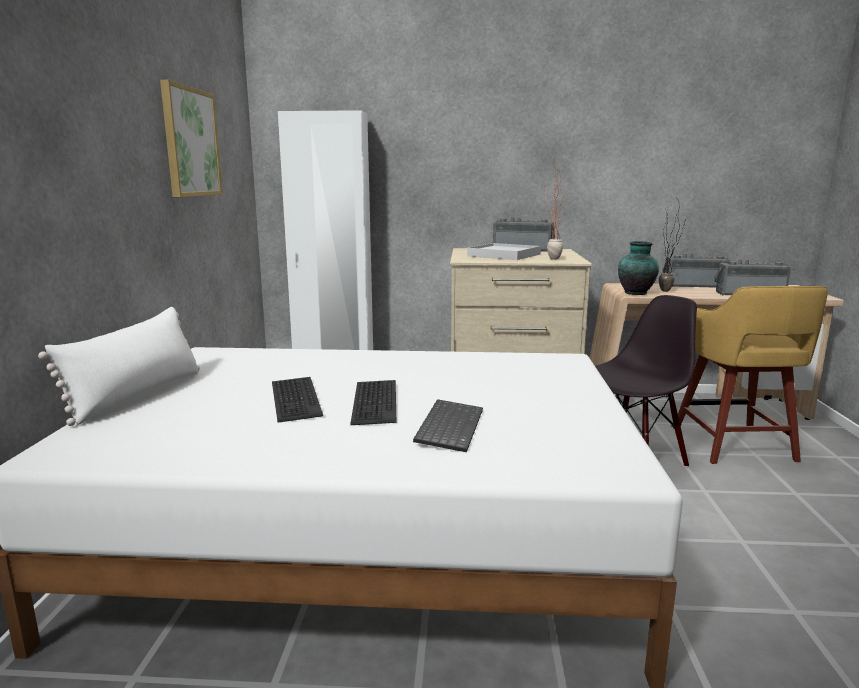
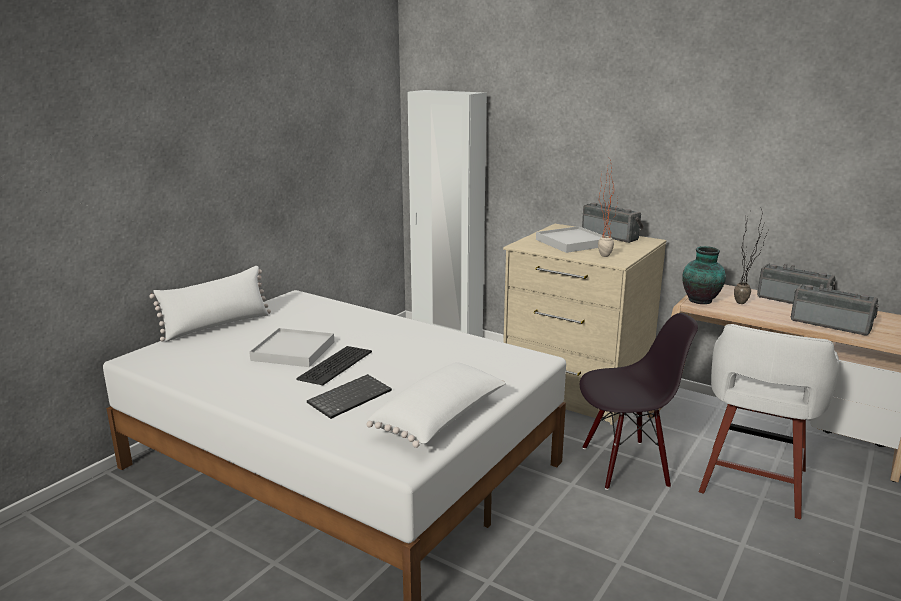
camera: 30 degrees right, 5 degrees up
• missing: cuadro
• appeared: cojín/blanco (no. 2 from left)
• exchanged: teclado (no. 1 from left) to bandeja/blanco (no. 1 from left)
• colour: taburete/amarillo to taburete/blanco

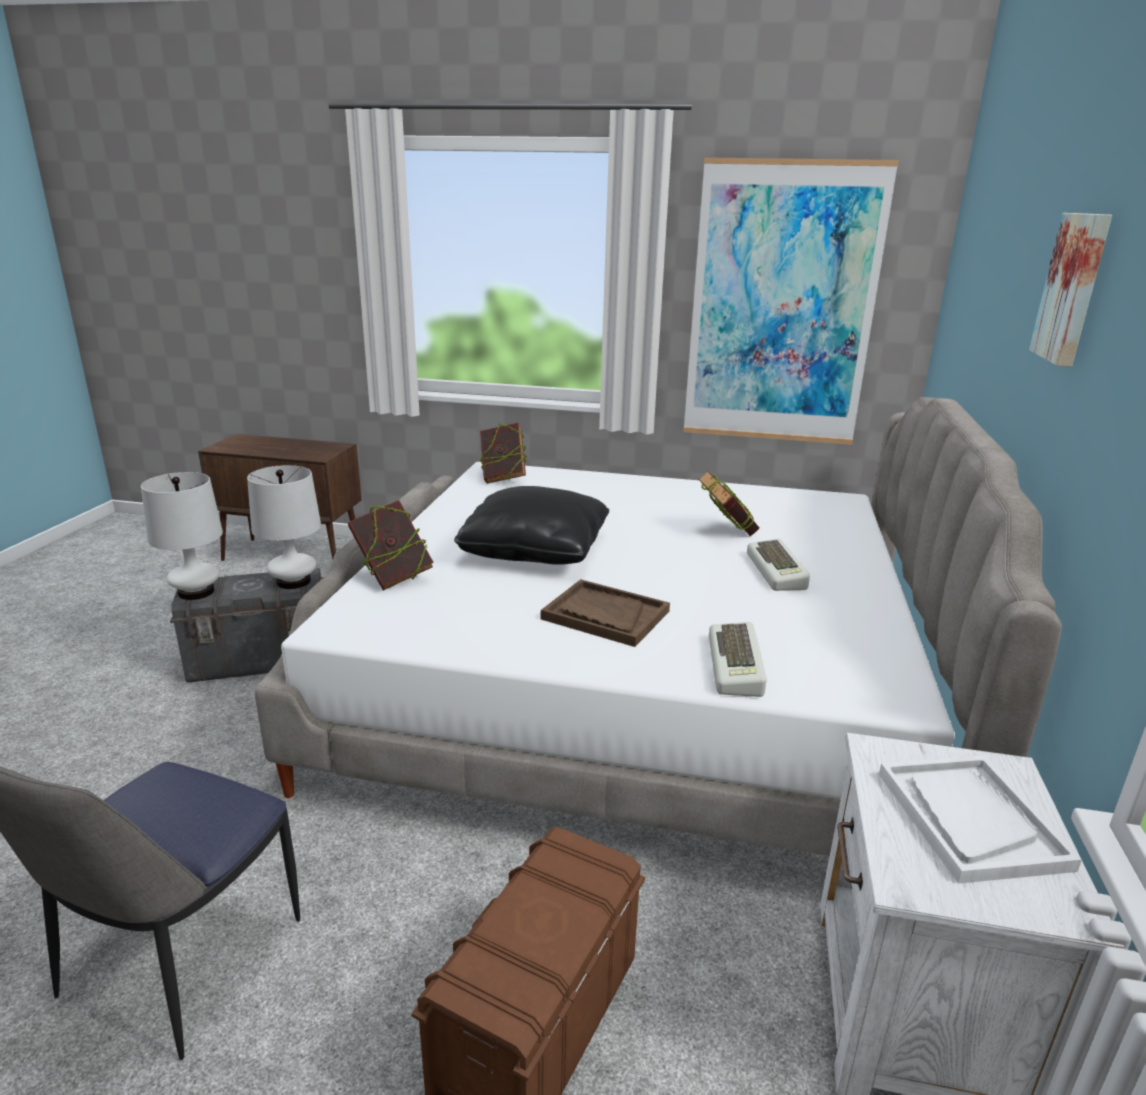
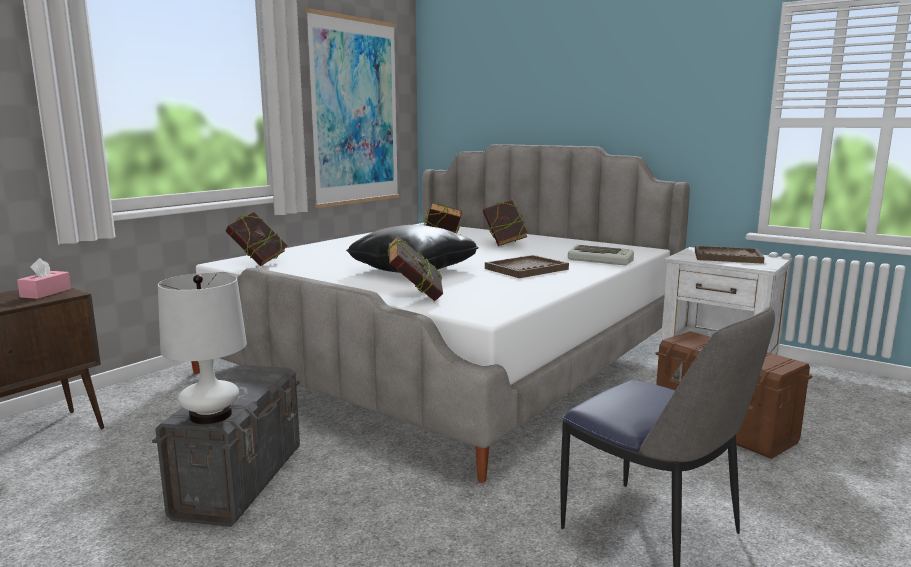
camera: 65 degrees left, 10 degrees down
• missing: lámpara de mesa/blanco (no. 2 from left)
• missing: cuadro (no. 2 from left)
• appeared: caja de pañuelos/rosa
• exchanged: teclado (no. 2 from left) to libro (no. 4 from left)
• colour: bandeja/blanco to bandeja/marrón (no. 2 from left)

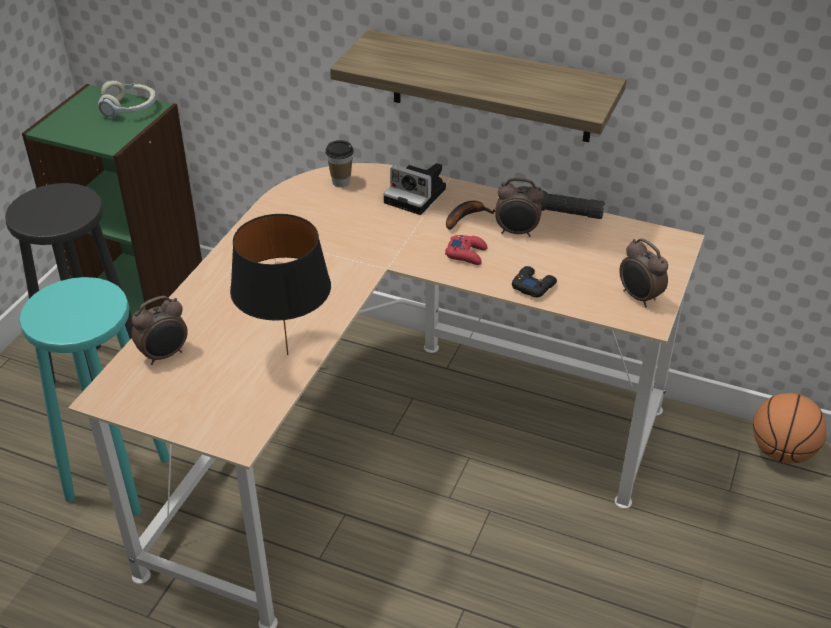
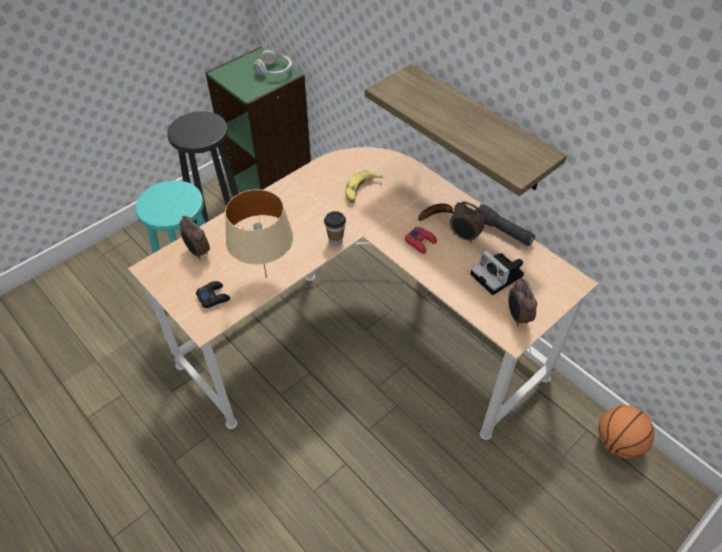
camera: 25 degrees right, 10 degrees up
• appeared: plátano (no. 1 from left)
• relocated: taza
• relocated: cámara
• relocated: mando de consola/negro
• colour: lámpara de mesa/negro to lámpara de mesa/beis
• spun: despertador (no. 1 from left) 60 degrees clockwise

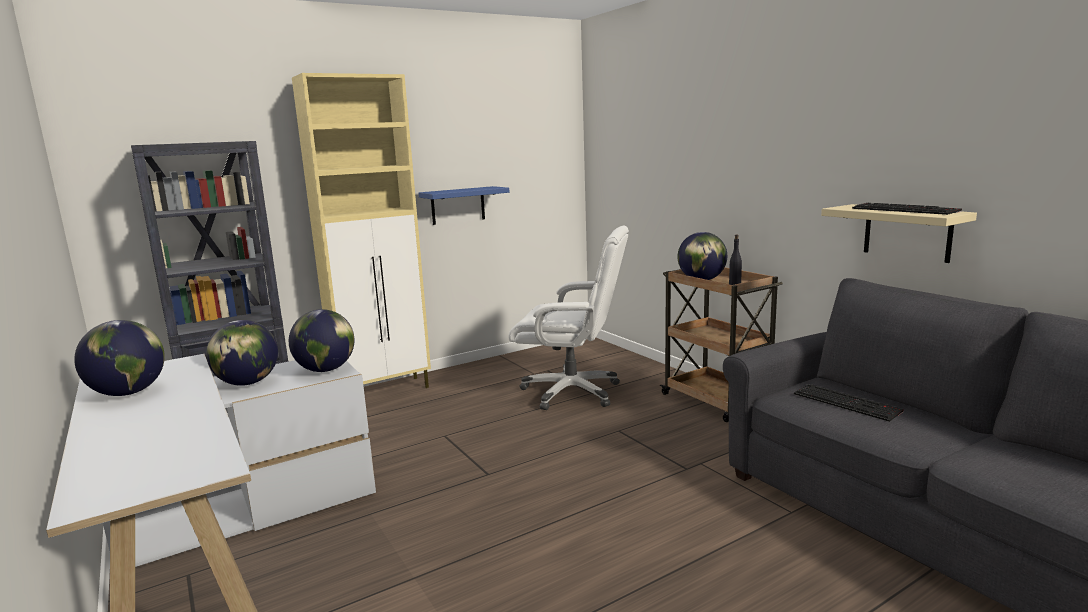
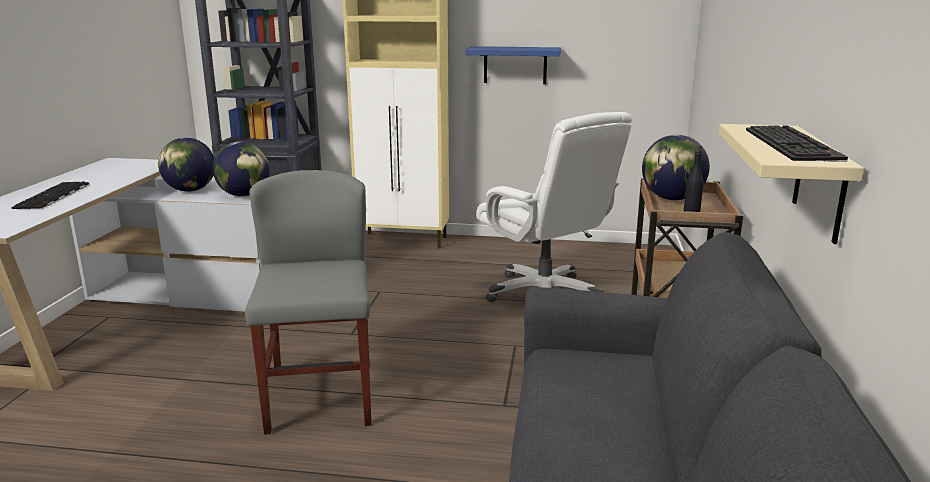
camera: 40 degrees right, 5 degrees up
• missing: globo terráqueo (no. 1 from left)
• appeared: silla/gris
• relocated: teclado (no. 1 from left)

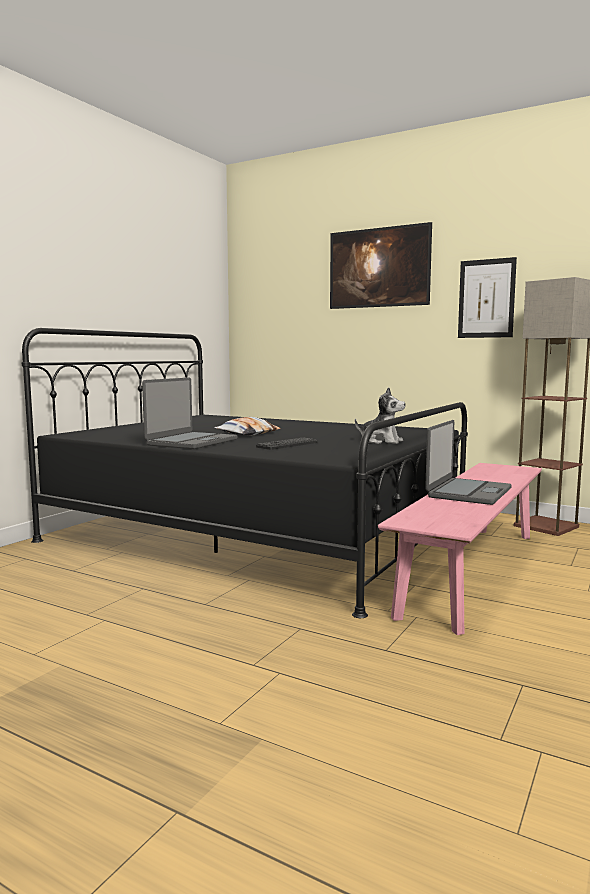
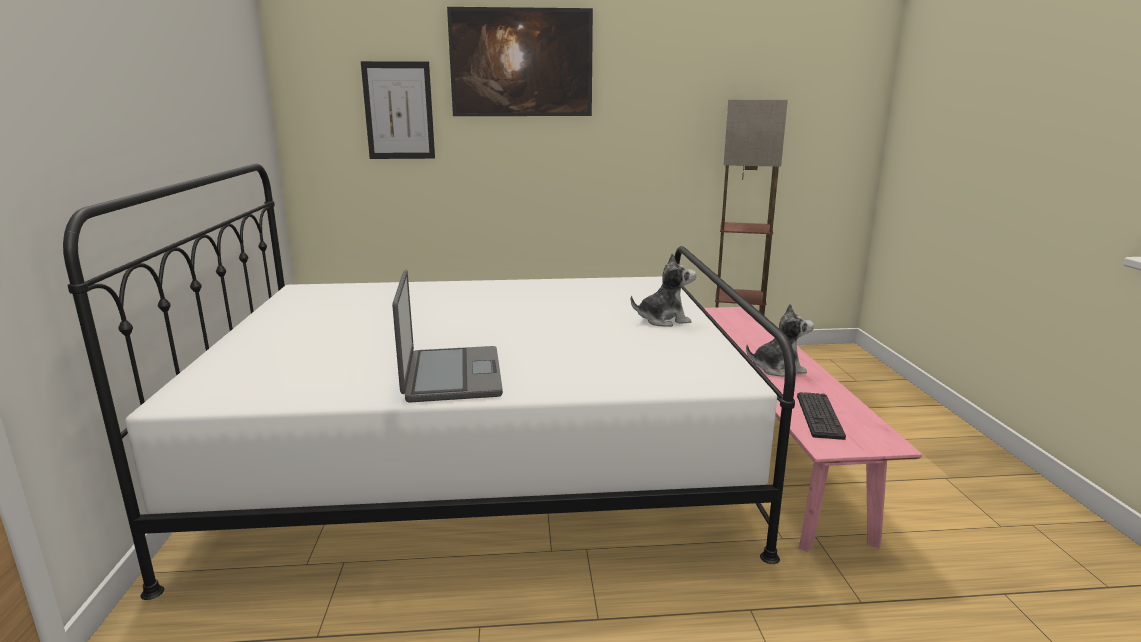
camera: 35 degrees left, 10 degrees up
• missing: cojín
• relocated: teclado
• relocated: cuadro (no. 2 from left in the first image) to cuadro (no. 1 from left)
• exchanged: portátil (no. 2 from left) to peluche (no. 2 from left)
• colour: cama/negro to cama/blanco

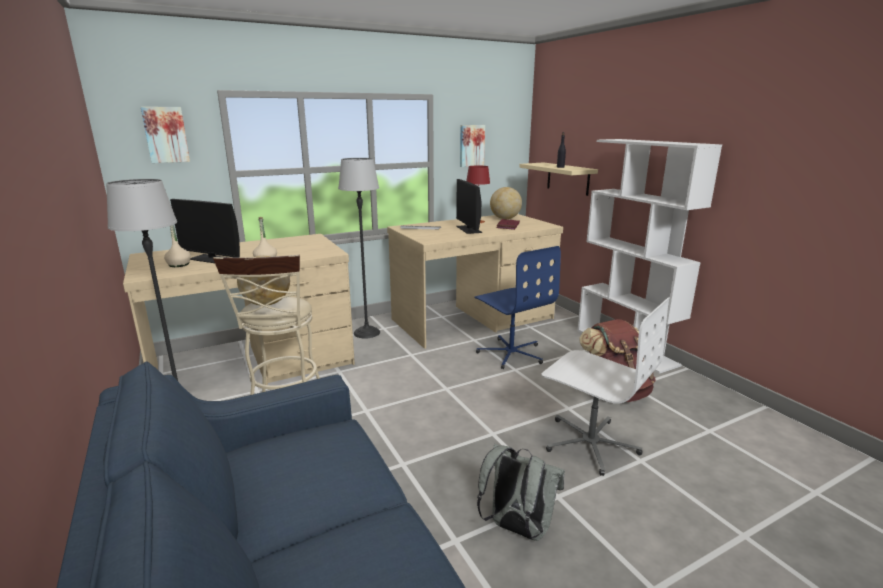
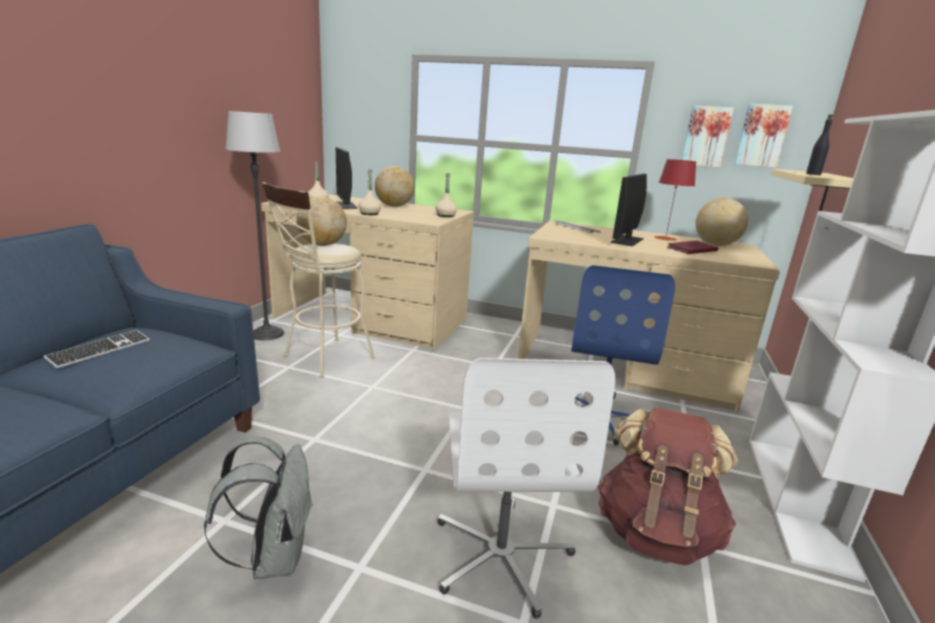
camera: 45 degrees right, 0 degrees up
• missing: lámpara de pie (no. 2 from left)
• appeared: teclado (no. 1 from left)
• appeared: globo terráqueo (no. 2 from left)
• appeared: botella/beis (no. 3 from left)
• relocated: cuadro (no. 1 from left in the first image) to cuadro (no. 2 from left)

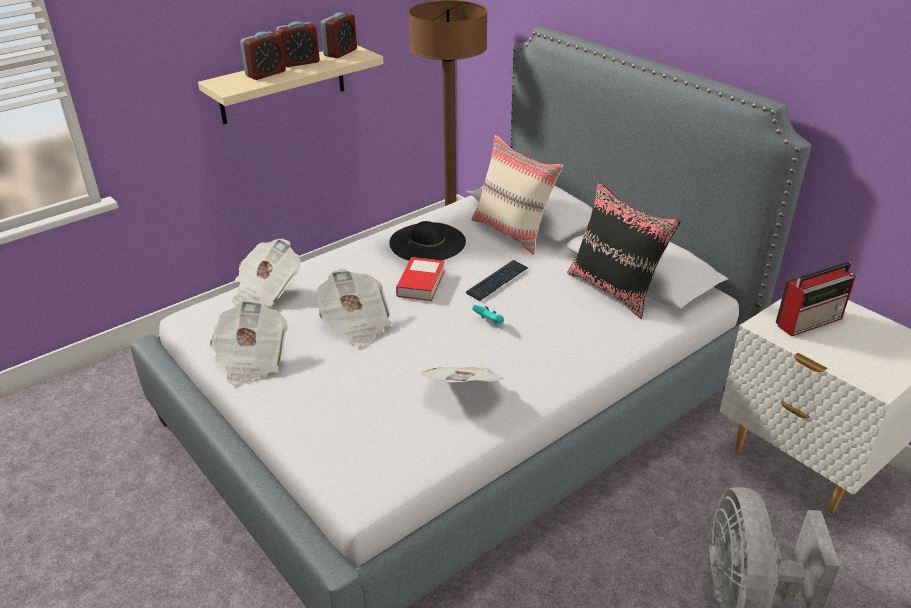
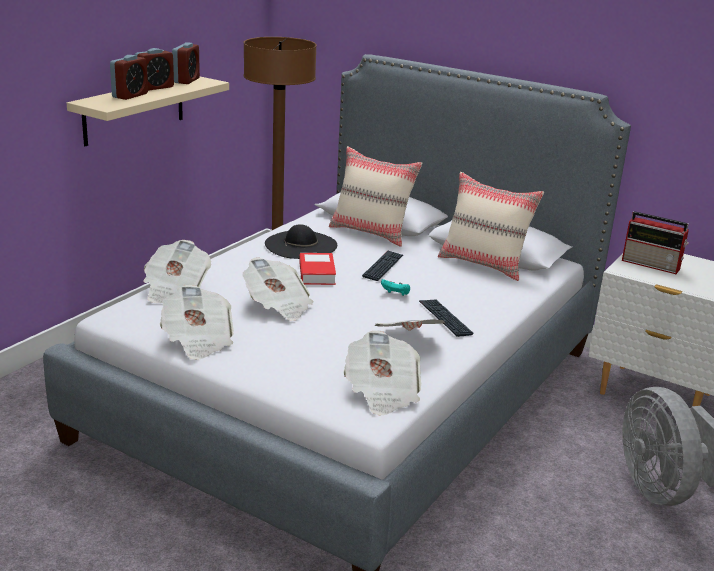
camera: 20 degrees left, 10 degrees down
• appeared: periódico (no. 4 from left)
• appeared: teclado (no. 2 from left)
• colour: cojín/negro to cojín/beis (no. 2 from left)
• spun: radio 75 degrees clockwise

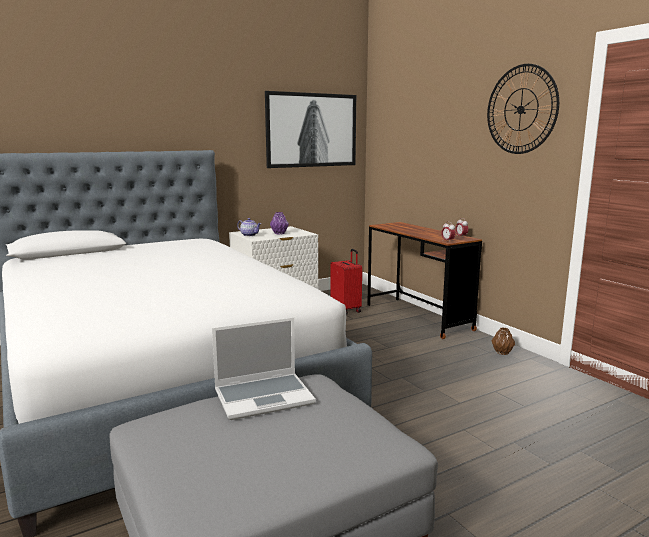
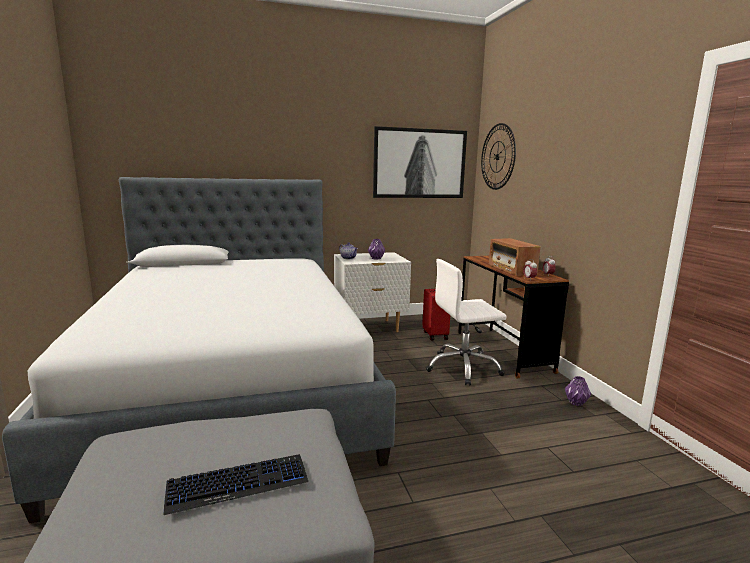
camera: 15 degrees right, 0 degrees up
• missing: portátil
• appeared: teclado
• appeared: silla de oficina/blanco
• appeared: radio
• relocated: reloj de pared
• colour: florero/marrón to florero/morado (no. 2 from left)

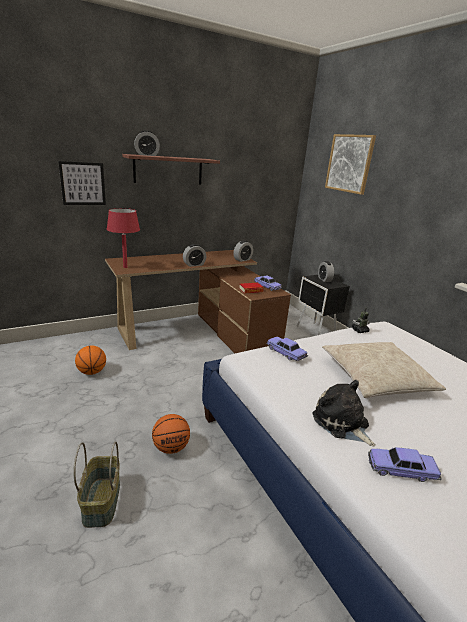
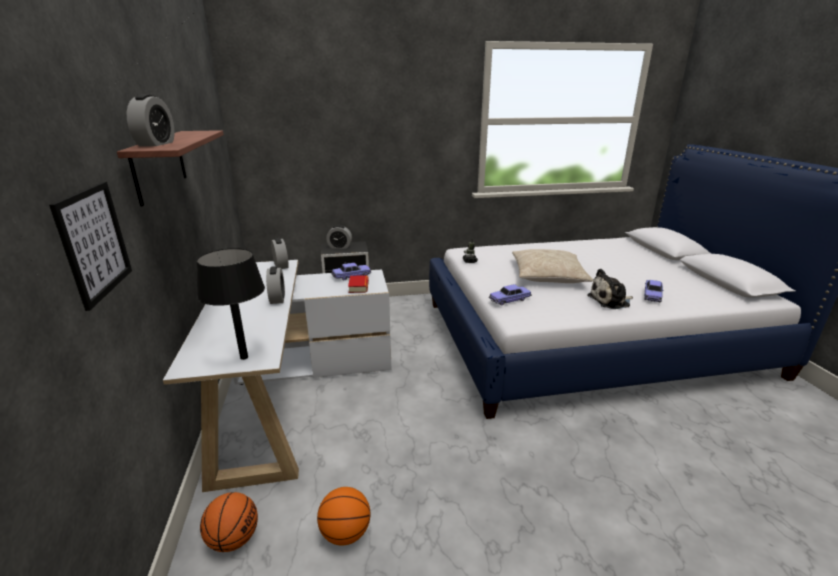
camera: 70 degrees left, 0 degrees up
• missing: cesta
• missing: cuadro (no. 2 from left)
• relocated: balón de baloncesto (no. 2 from left in the first image) to balón de baloncesto (no. 1 from left)
• colour: escritorio/marrón to escritorio/blanco
• colour: lámpara de mesa/rojo to lámpara de mesa/negro

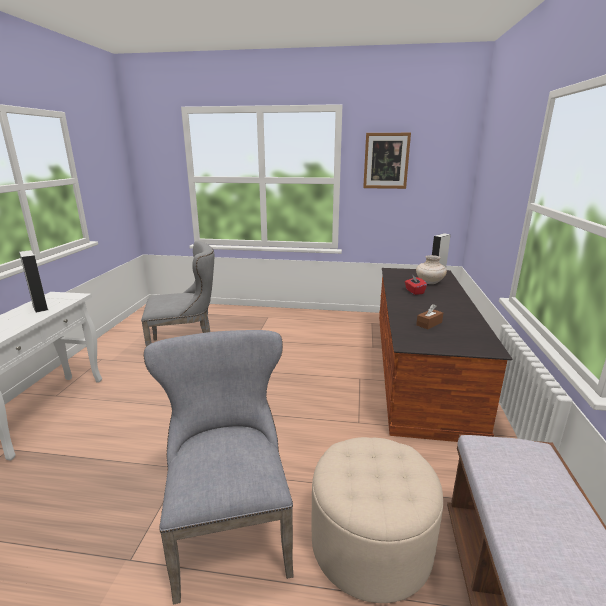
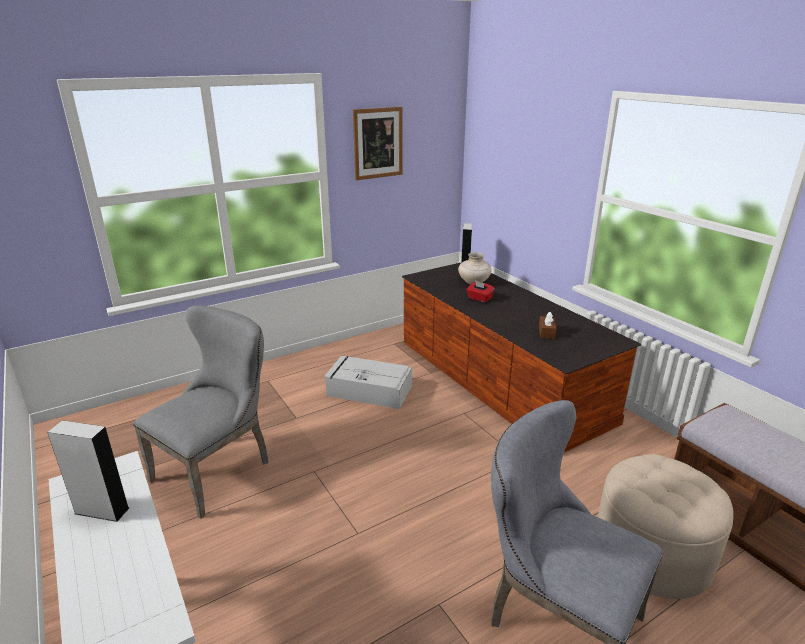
camera: 40 degrees left, 5 degrees up
• appeared: caja de almacenaje/gris

